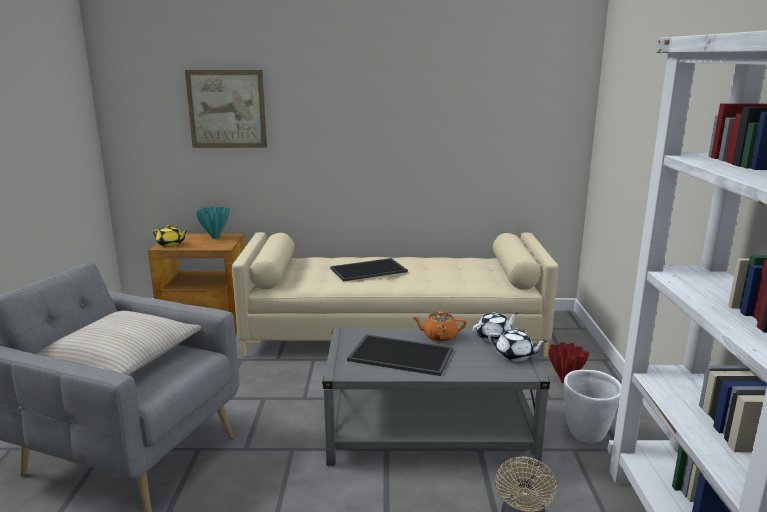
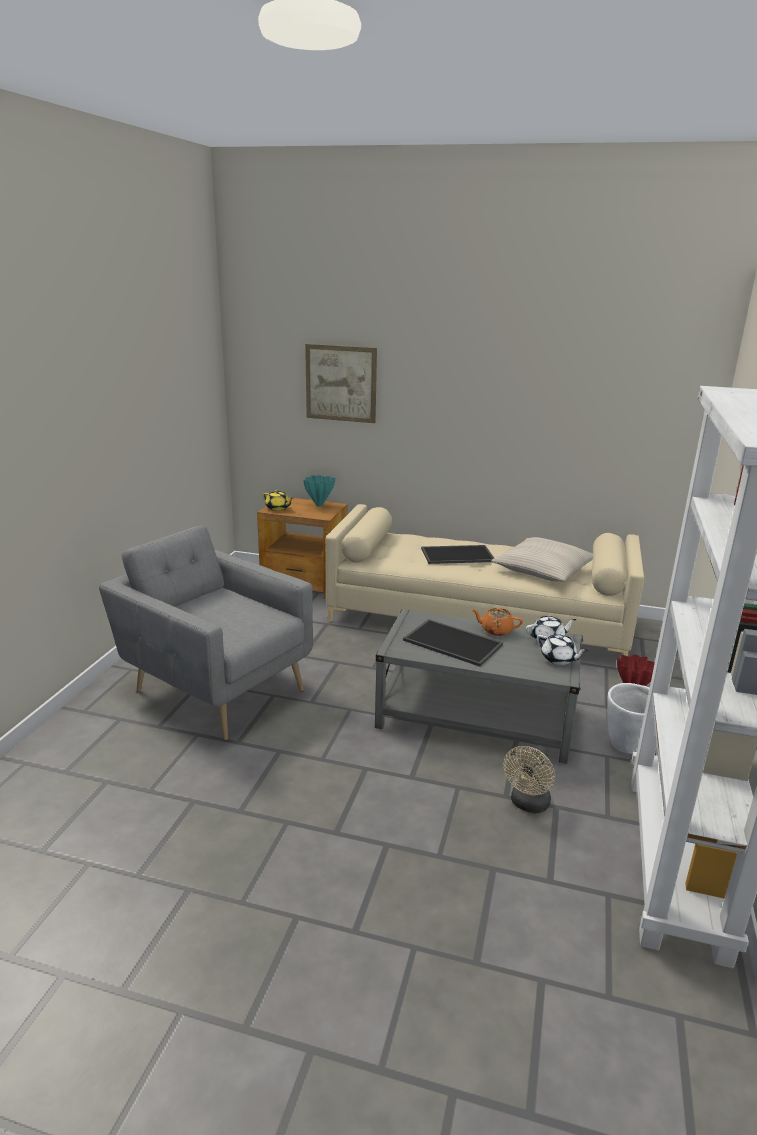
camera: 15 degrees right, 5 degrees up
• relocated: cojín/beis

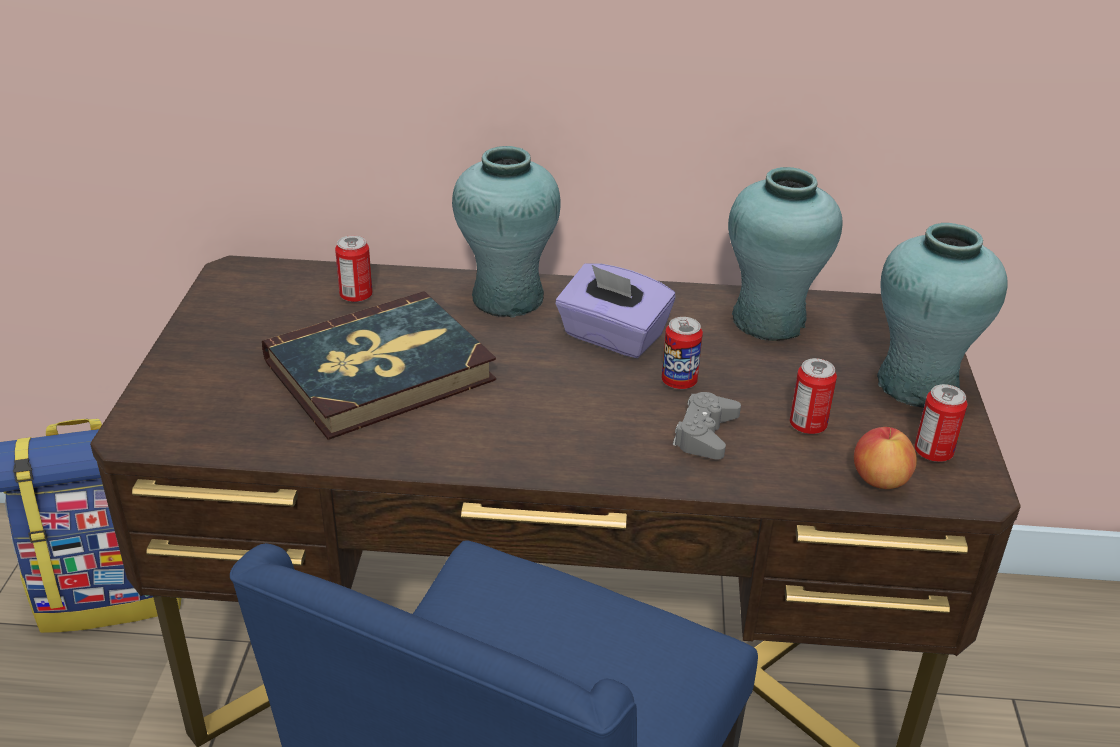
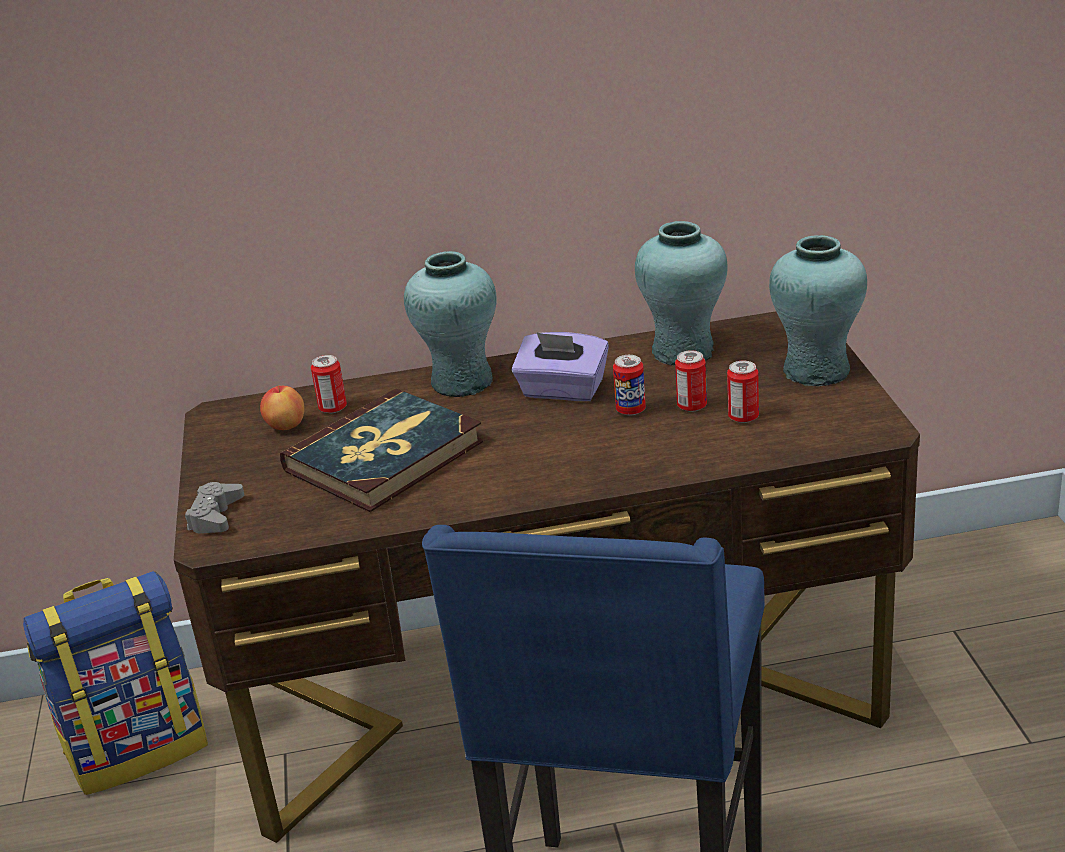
camera: 10 degrees left, 5 degrees down
• relocated: mando de consola/gris
• relocated: manzana
• relocated: lata (no. 4 from left in the first image) to lata (no. 3 from left)

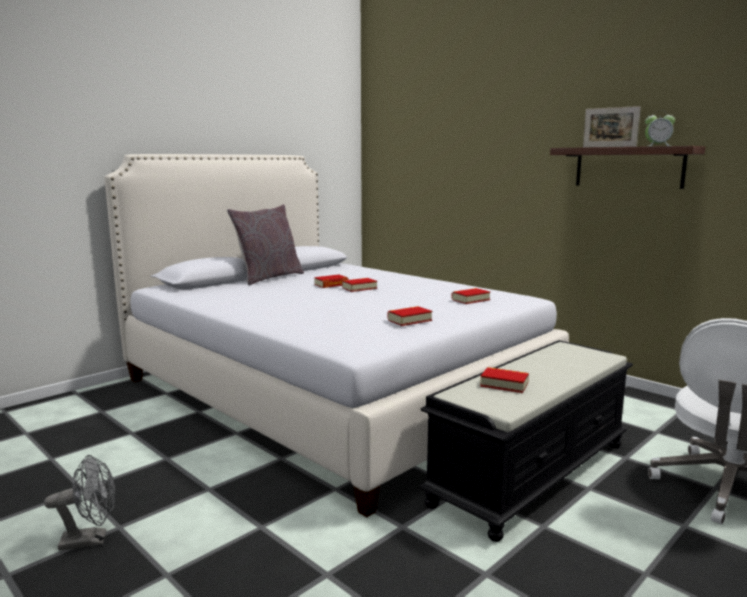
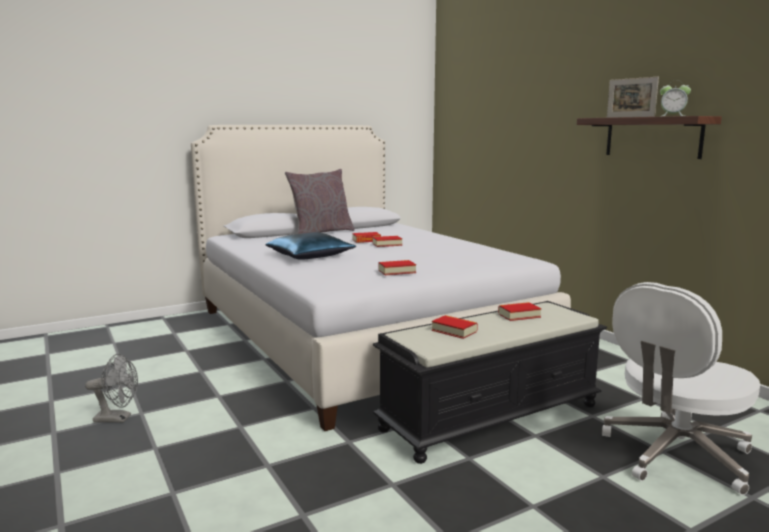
camera: 15 degrees right, 0 degrees up
• appeared: cojín/azul
• relocated: libro (no. 4 from left in the first image) to libro (no. 5 from left)

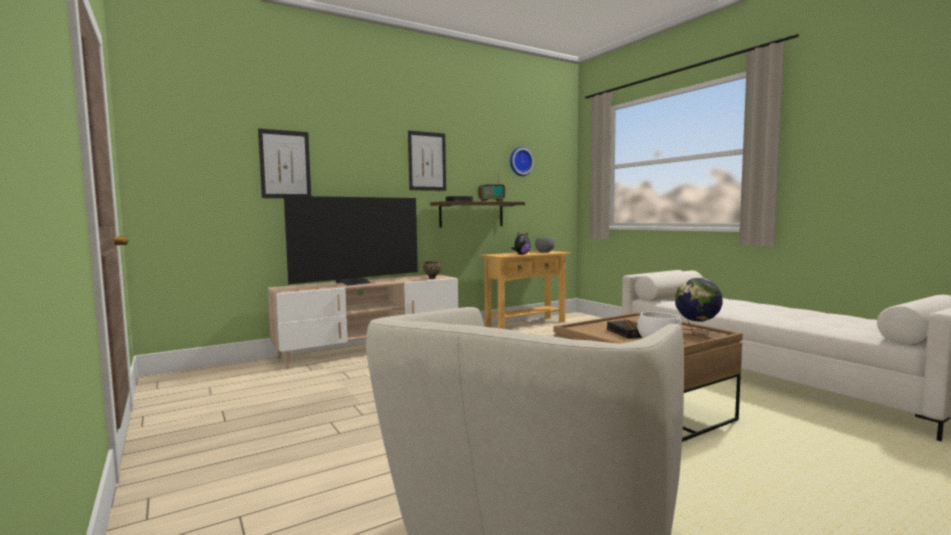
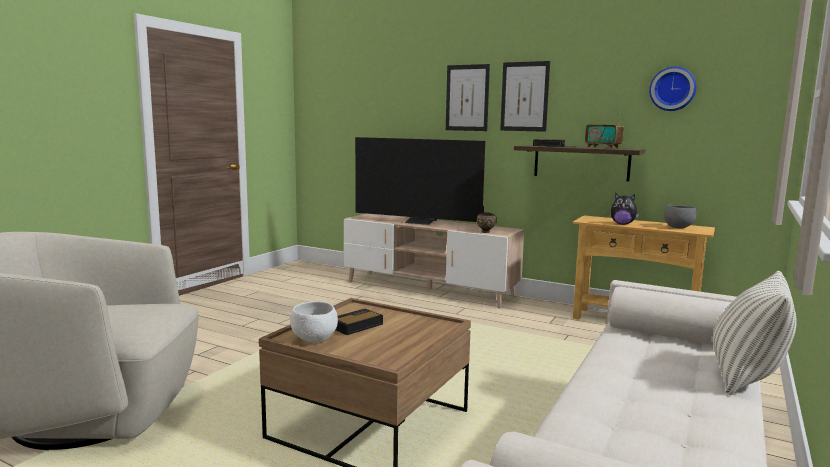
camera: 60 degrees right, 5 degrees up
• missing: globo terráqueo
• appeared: cojín
• relocated: cuadro (no. 1 from left)

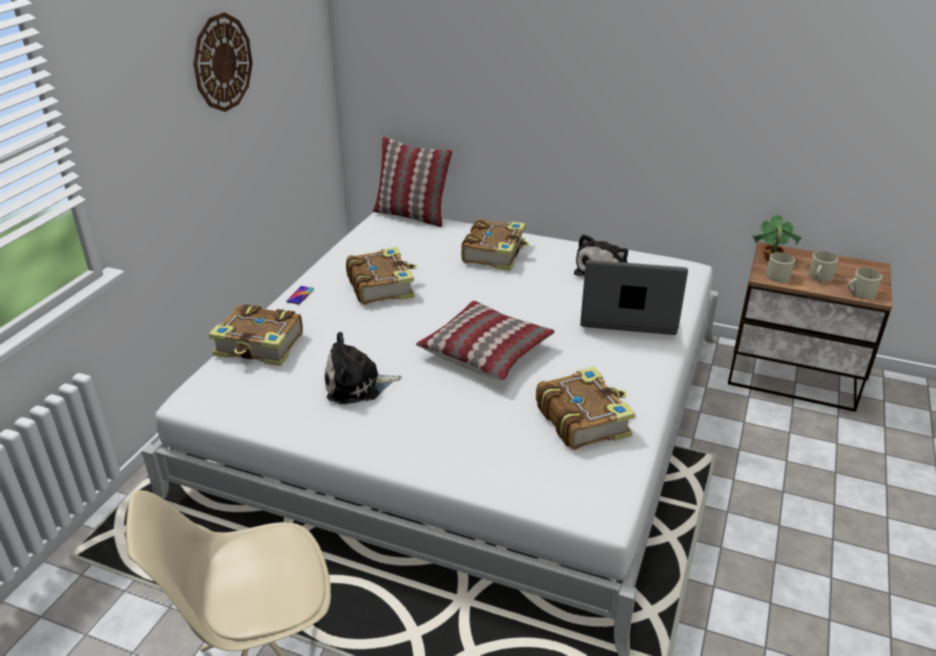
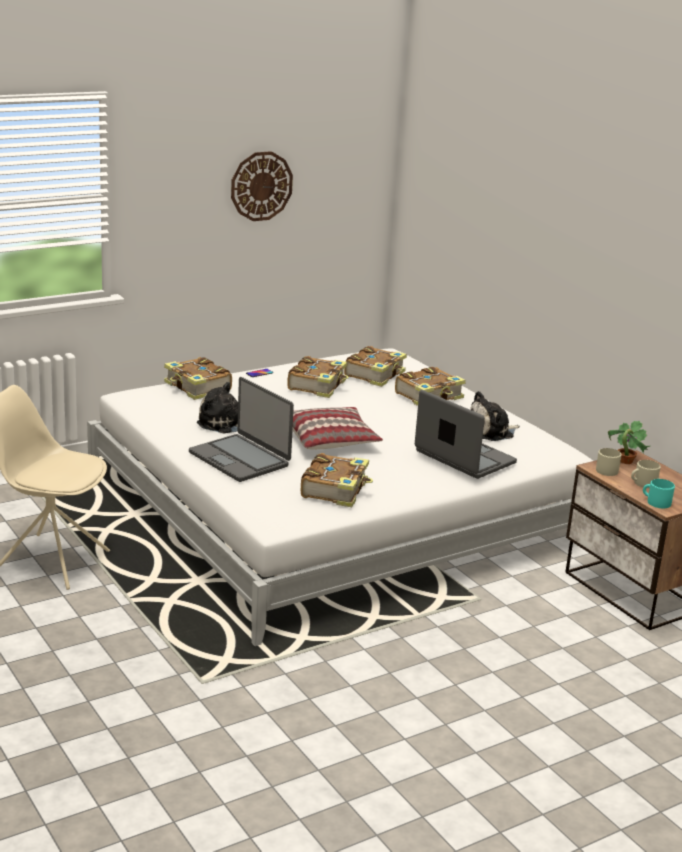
camera: 35 degrees right, 10 degrees down
• missing: cojín (no. 1 from left)
• appeared: portátil (no. 1 from left)
• appeared: libro (no. 4 from left)
• colour: taza grande/beis (no. 3 from left) to taza grande/turquesa

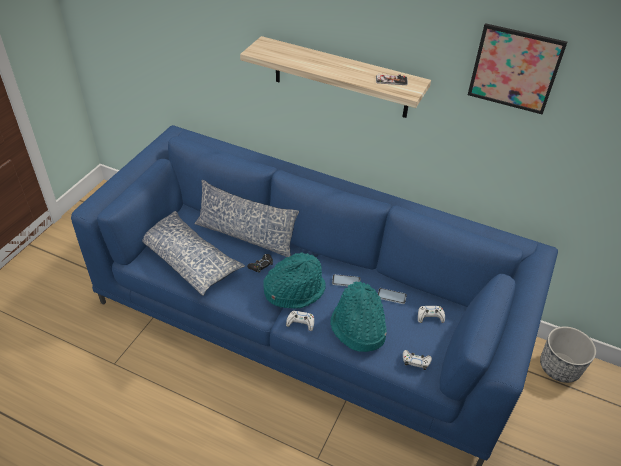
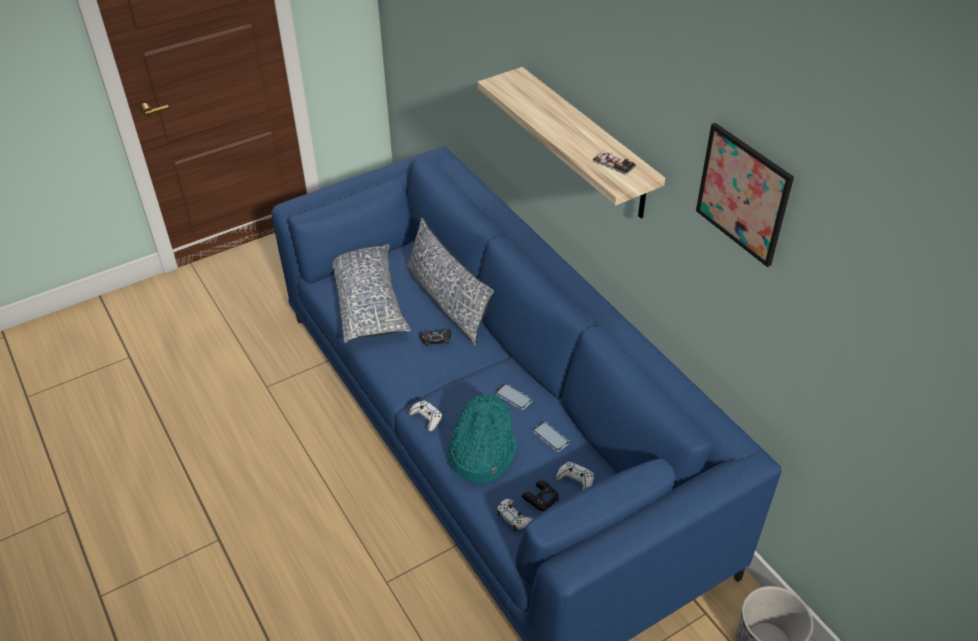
camera: 35 degrees right, 0 degrees up
• missing: sombrero/turquesa (no. 1 from left)
• appeared: mando de consola/negro (no. 2 from left)

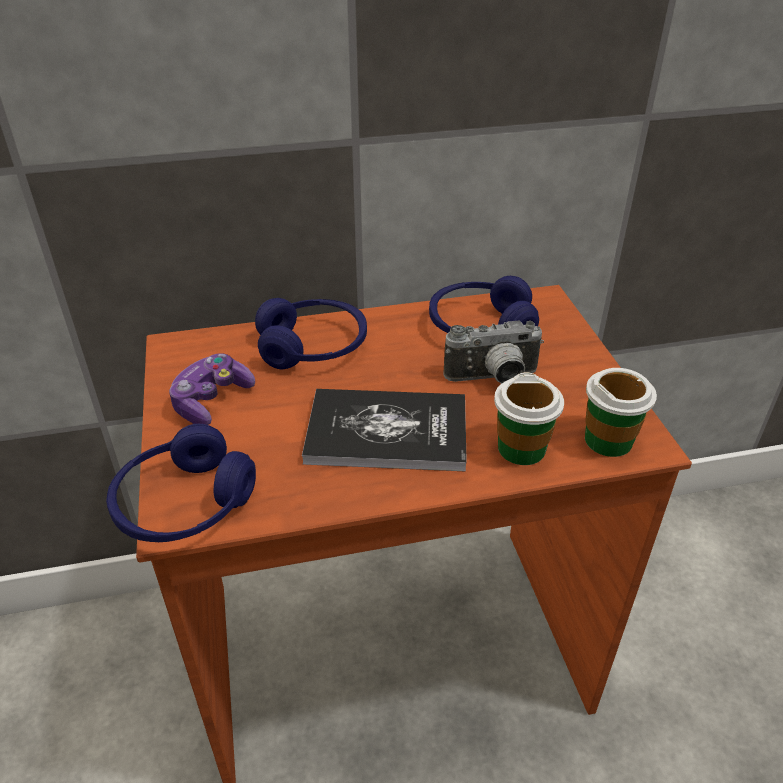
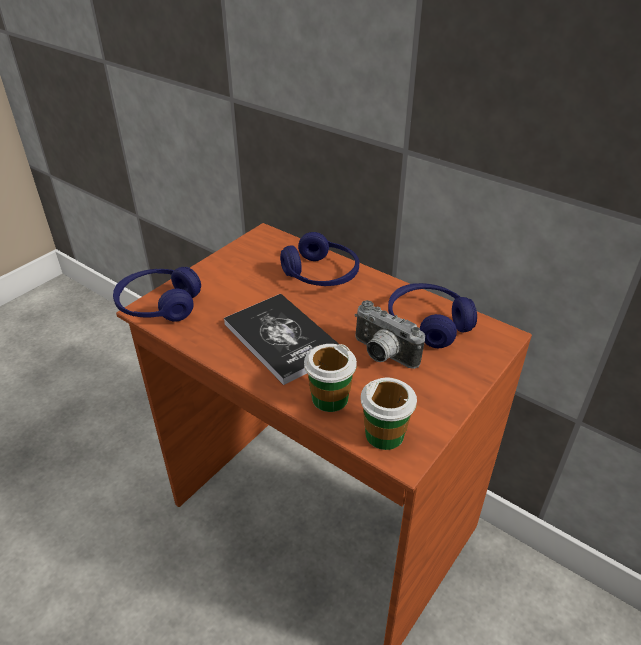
camera: 50 degrees right, 0 degrees up
• missing: mando de consola

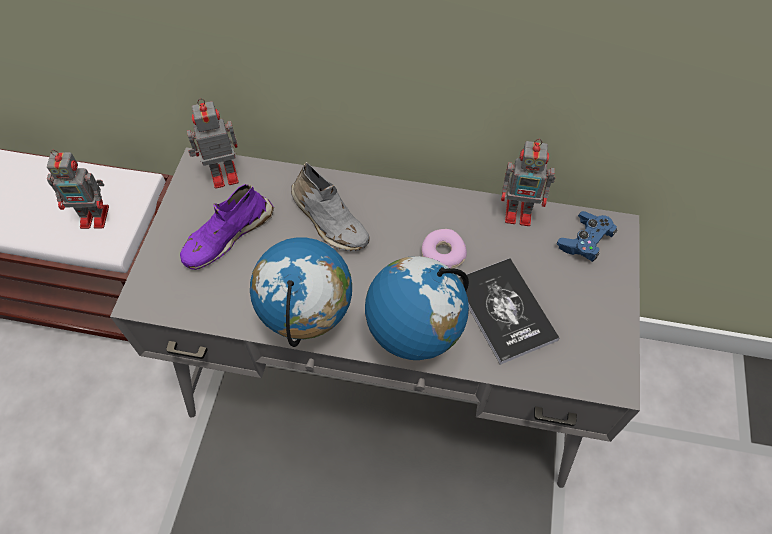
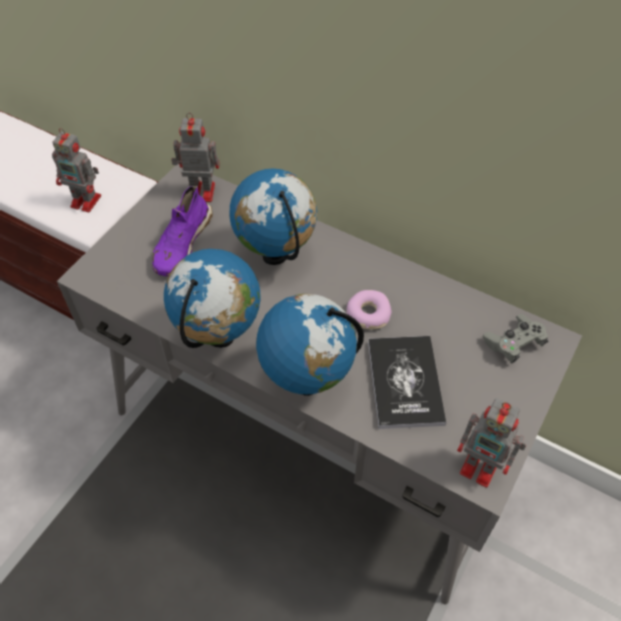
camera: 20 degrees right, 5 degrees down
• relocated: robot de juguete (no. 3 from left)
• exchanged: zapato/gris to globo terráqueo (no. 2 from left)
• colour: mando de consola/azul to mando de consola/gris
• spun: zapato/morado 45 degrees counterclockwise

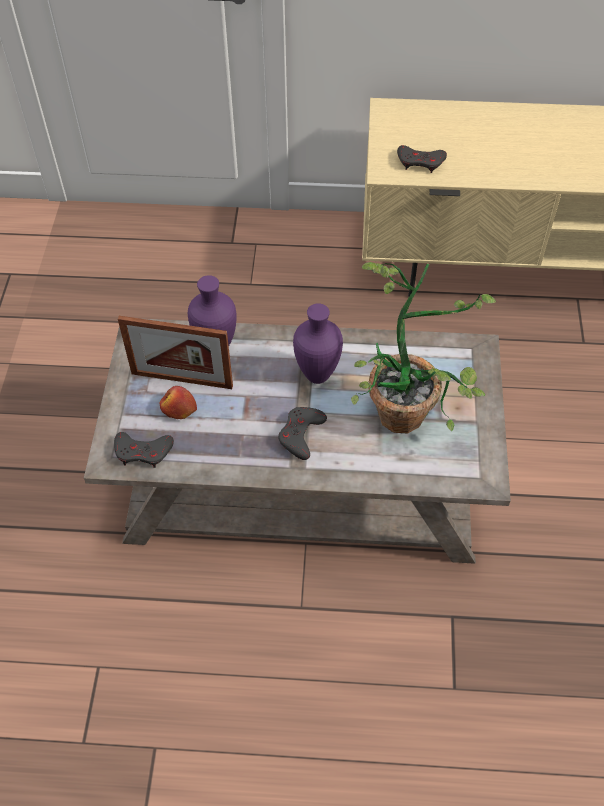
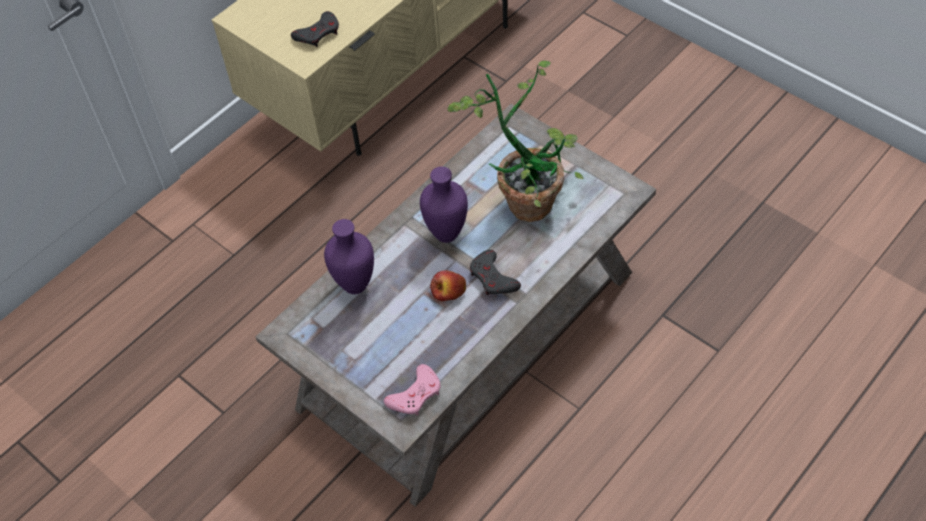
camera: 50 degrees left, 0 degrees up
• missing: portarretratos
• relocated: manzana
• colour: mando de consola/gris (no. 1 from left) to mando de consola/rosa

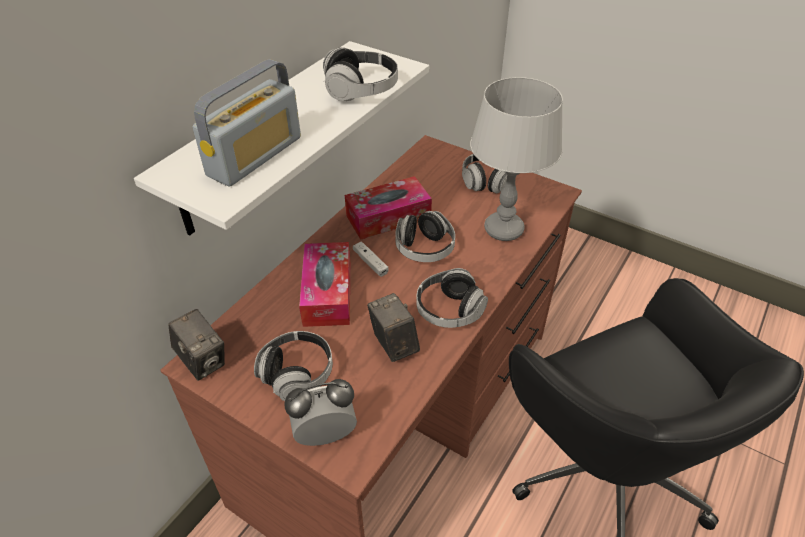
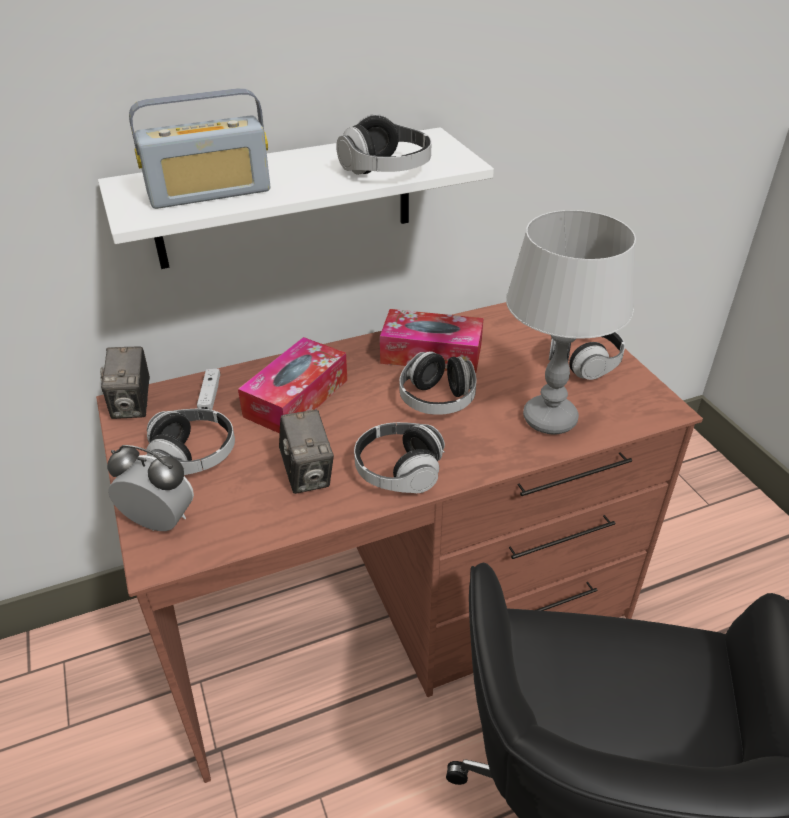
camera: 35 degrees right, 5 degrees down
• relocated: mando de consola/blanco
• spun: cámara (no. 2 from left) 150 degrees clockwise

